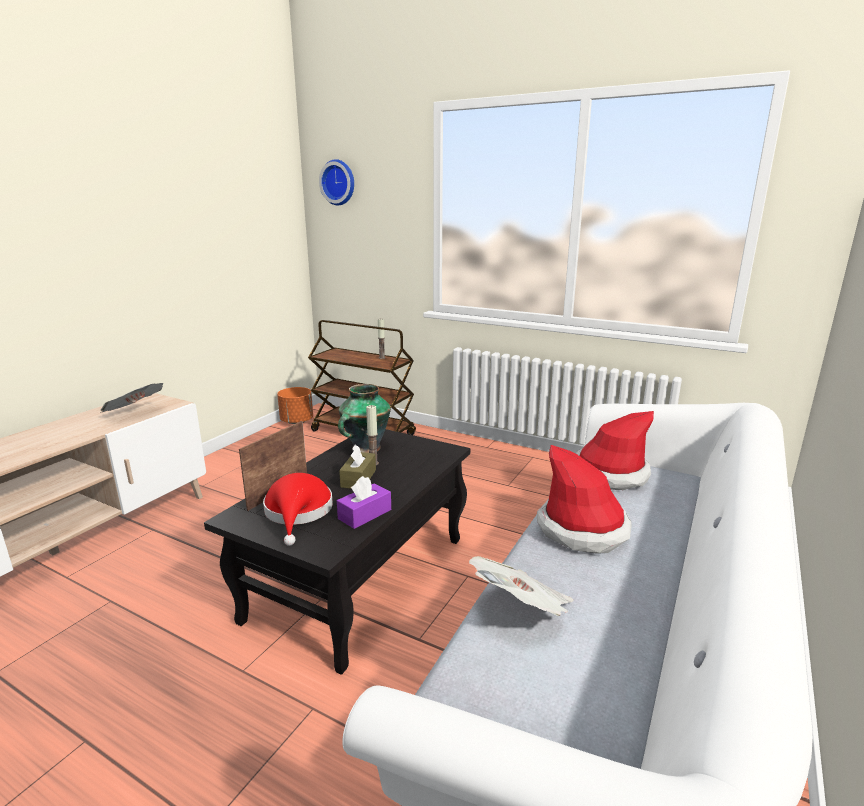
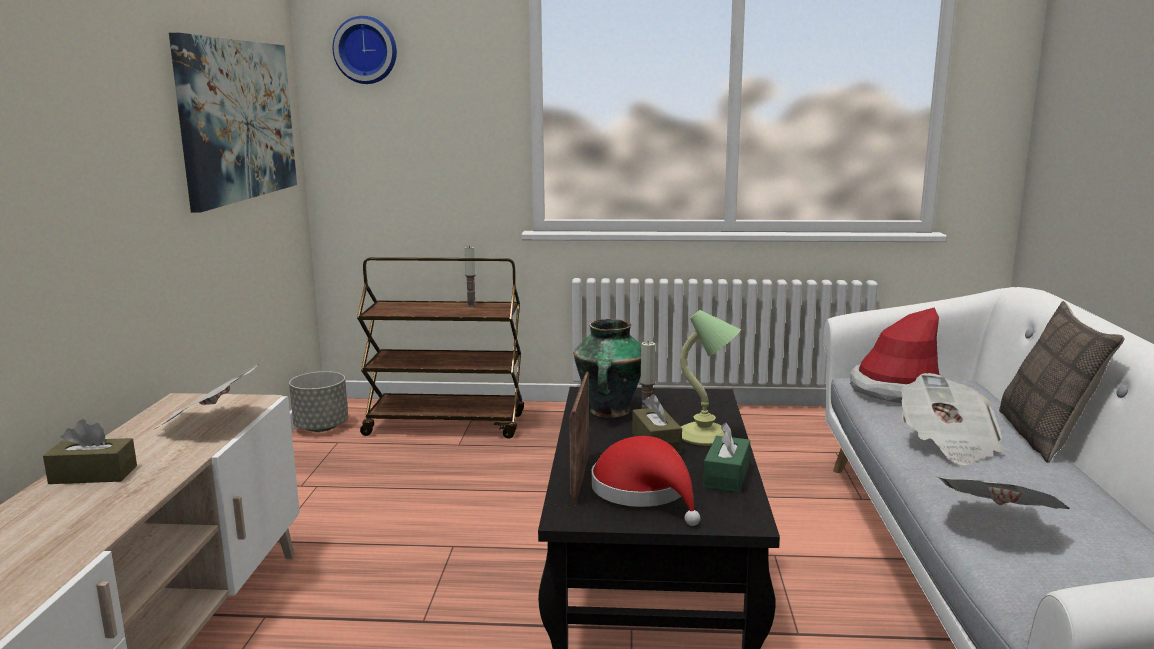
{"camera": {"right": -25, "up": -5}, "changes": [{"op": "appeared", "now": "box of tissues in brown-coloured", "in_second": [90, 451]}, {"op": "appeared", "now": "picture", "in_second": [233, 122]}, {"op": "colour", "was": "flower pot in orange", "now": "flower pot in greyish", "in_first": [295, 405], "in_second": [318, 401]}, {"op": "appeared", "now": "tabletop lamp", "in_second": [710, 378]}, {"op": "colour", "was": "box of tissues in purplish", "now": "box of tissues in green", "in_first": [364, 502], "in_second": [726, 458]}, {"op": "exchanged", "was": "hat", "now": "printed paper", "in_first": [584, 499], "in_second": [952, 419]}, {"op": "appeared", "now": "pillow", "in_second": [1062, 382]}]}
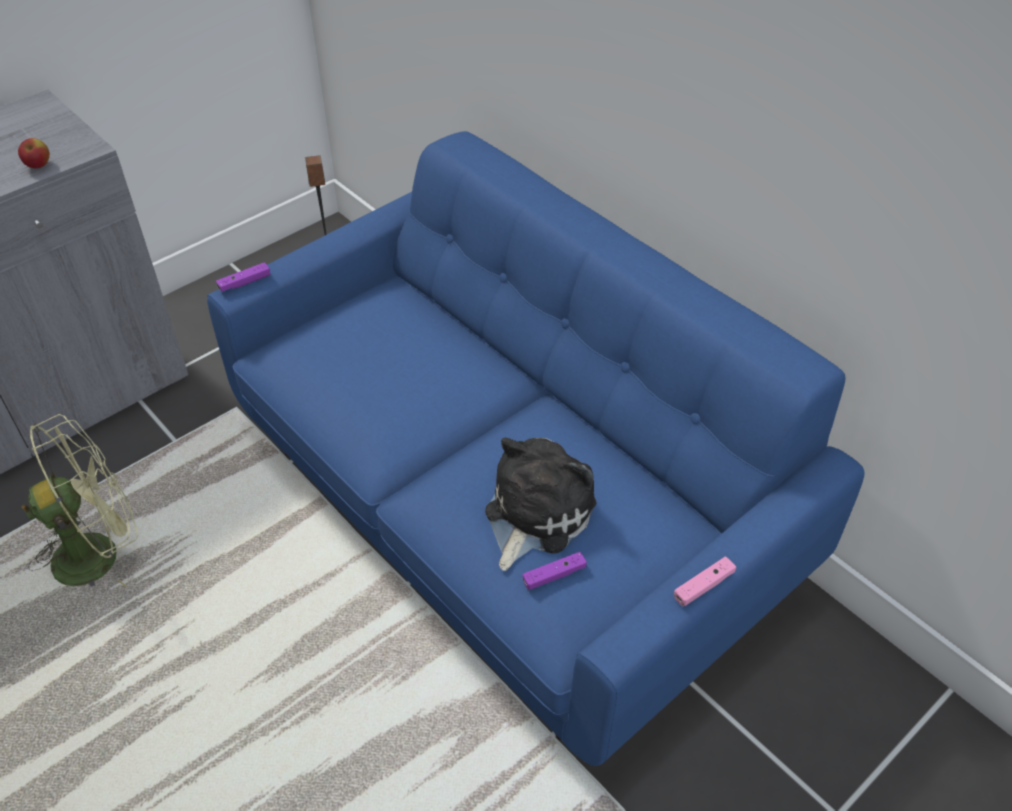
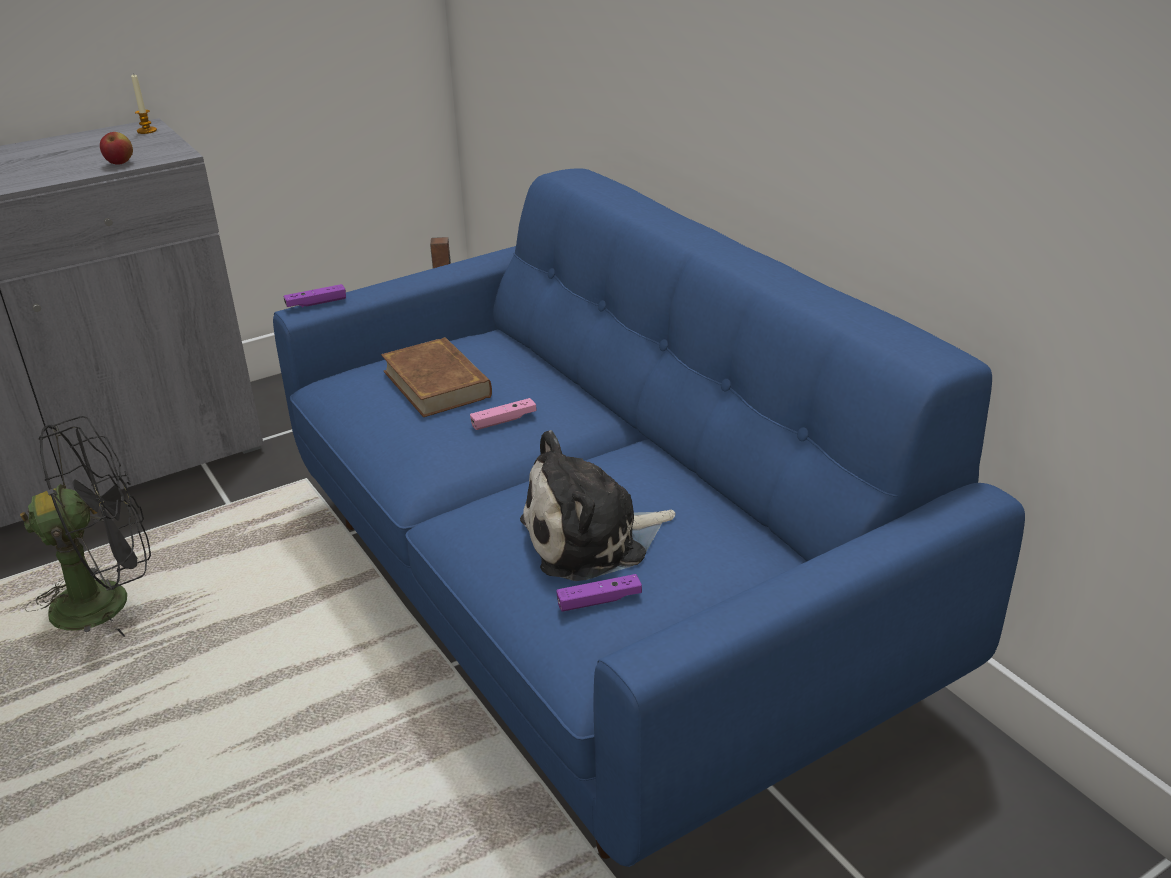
{"camera": {"right": 10, "up": -15}, "changes": [{"op": "colour", "was": "cooling fan in green", "now": "cooling fan in blackish", "in_first": [80, 500], "in_second": [85, 526]}, {"op": "appeared", "now": "wax light", "in_second": [144, 103]}, {"op": "appeared", "now": "volume in brown-coloured", "in_second": [436, 377]}, {"op": "relocated", "was": "joypad in pink-coloured", "in_first": [705, 581], "in_second": [503, 414]}, {"op": "spun", "was": "soft toy", "in_first": [540, 504], "in_second": [597, 505], "clockwise": -150}]}
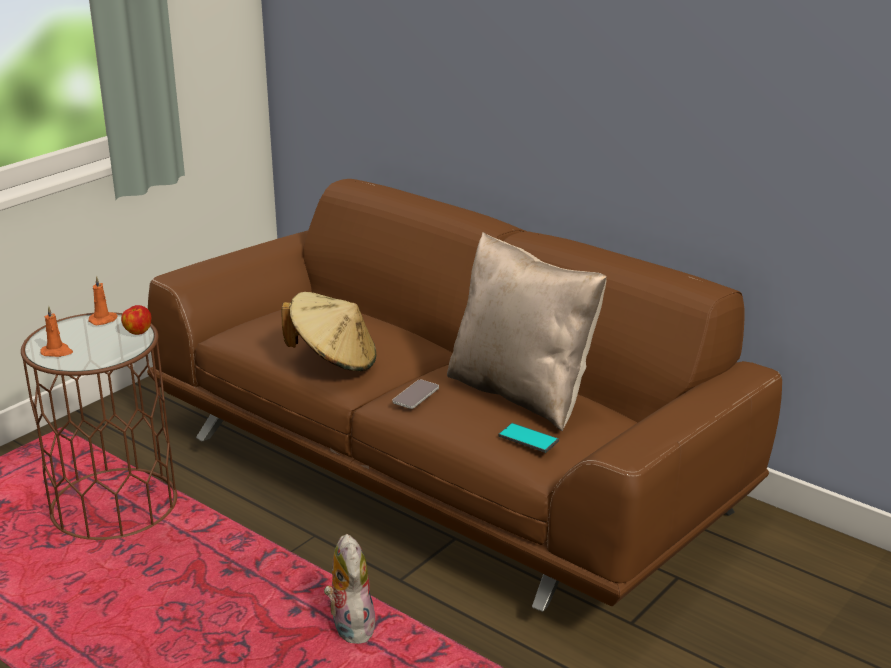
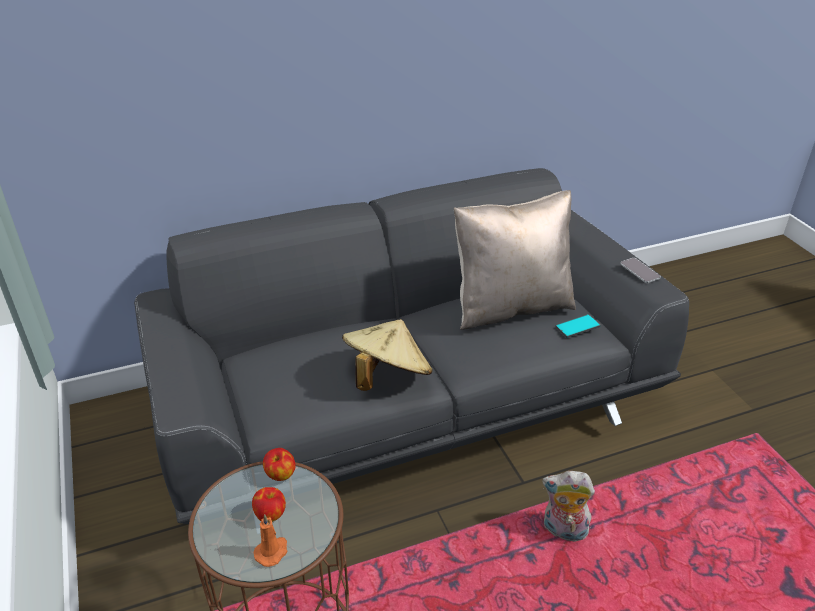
{"camera": {"right": -60, "up": 10}, "changes": [{"op": "colour", "was": "sofa in brown-coloured", "now": "sofa in greyish", "in_first": [464, 395], "in_second": [411, 346]}, {"op": "appeared", "now": "apple fruit", "in_second": [269, 504]}, {"op": "relocated", "was": "phone", "in_first": [415, 394], "in_second": [640, 270]}, {"op": "missing", "was": "wax light in orange", "in_first": [103, 300]}]}
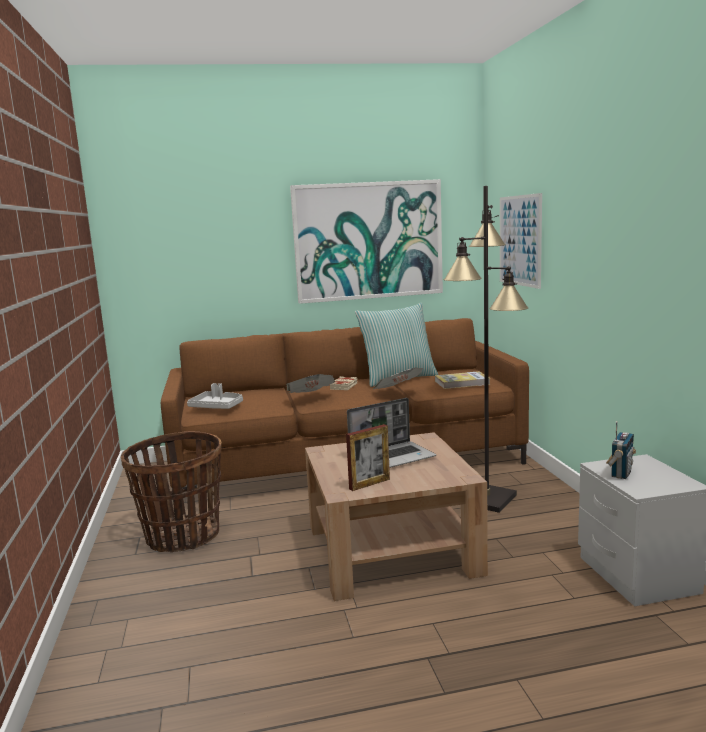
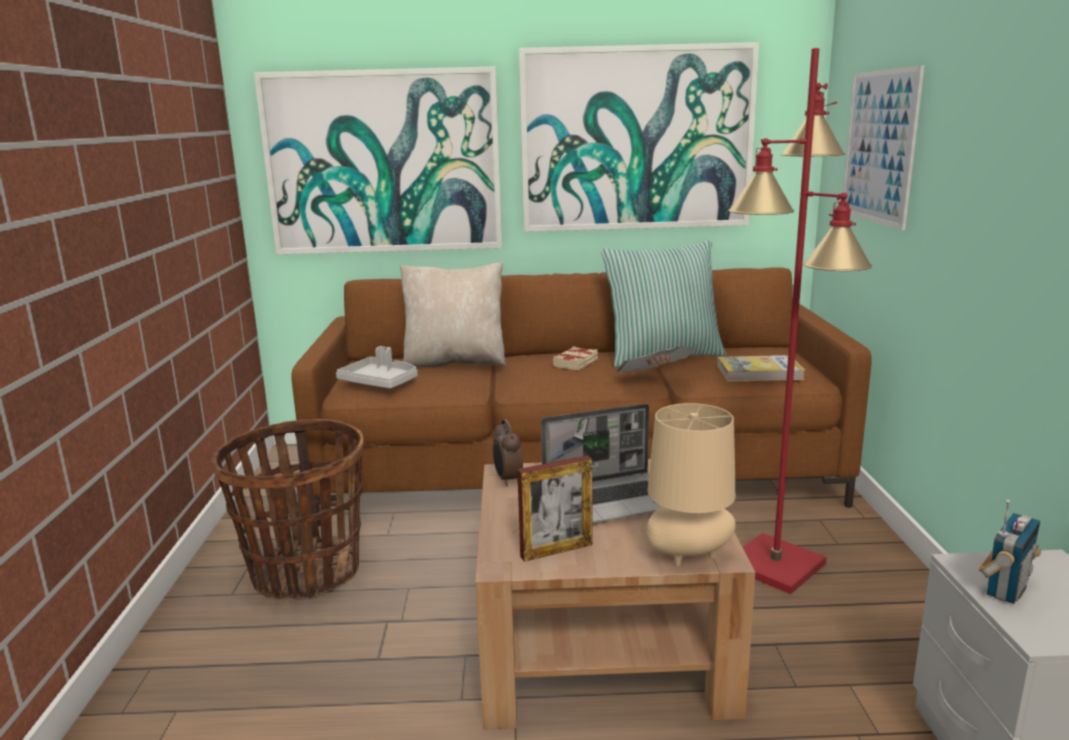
{"camera": {"right": 10, "up": 5}, "changes": [{"op": "appeared", "now": "picture", "in_second": [378, 160]}, {"op": "appeared", "now": "pillow in sand-coloured", "in_second": [453, 314]}, {"op": "appeared", "now": "table clock", "in_second": [508, 452]}, {"op": "appeared", "now": "tabletop lamp in sand-coloured", "in_second": [691, 484]}, {"op": "colour", "was": "floor lamp in blackish", "now": "floor lamp in red-coloured", "in_first": [486, 349], "in_second": [800, 321]}, {"op": "missing", "was": "printed paper", "in_first": [310, 383]}]}
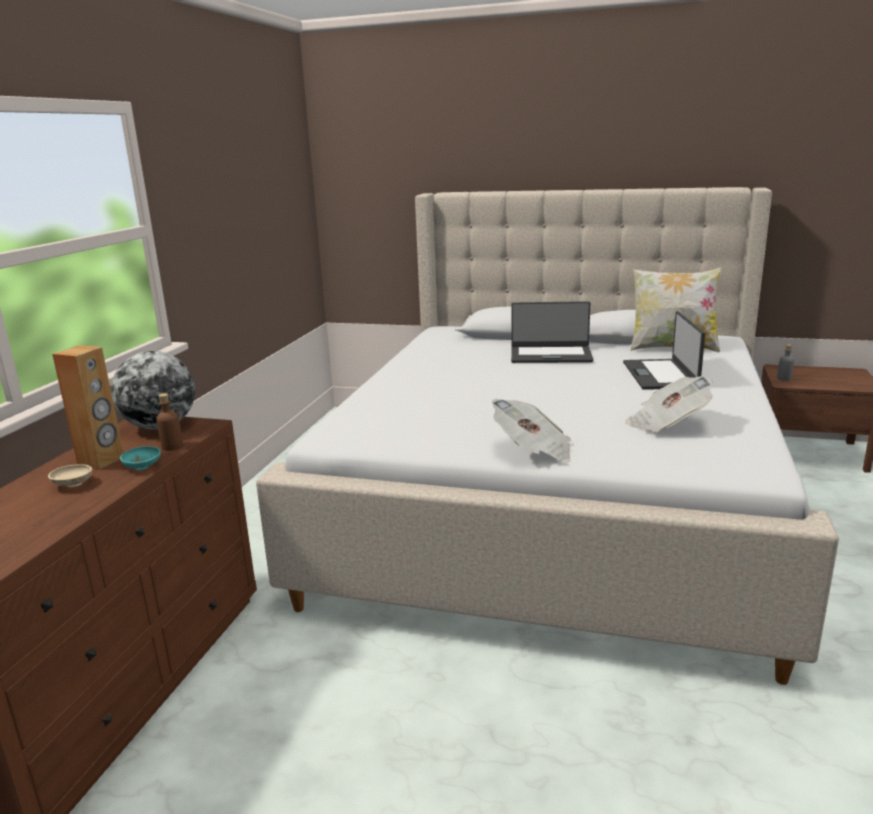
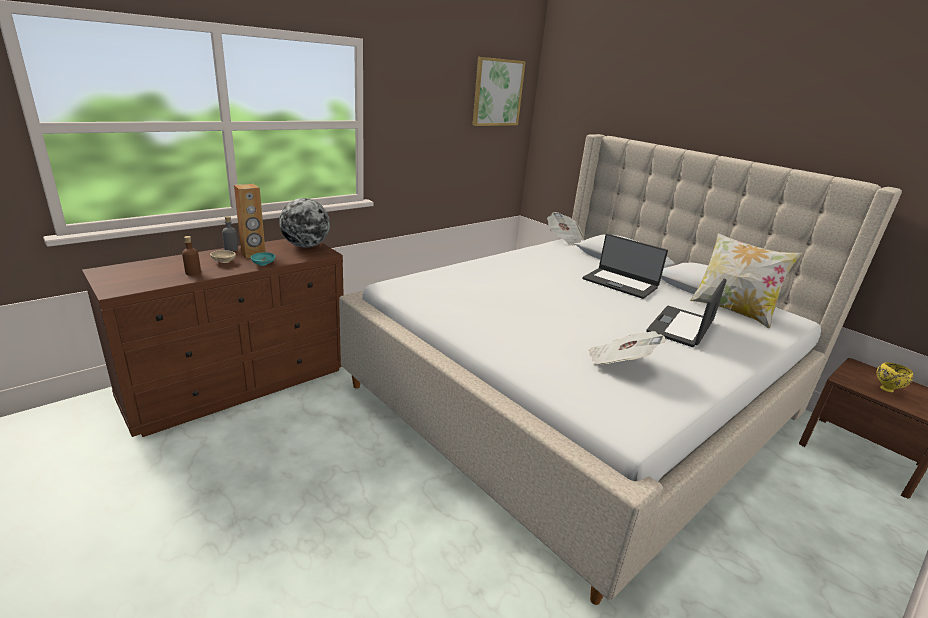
{"camera": {"right": 30, "up": 5}, "changes": [{"op": "relocated", "was": "bottle in brown-coloured", "in_first": [169, 422], "in_second": [191, 256]}, {"op": "relocated", "was": "bottle in greyish", "in_first": [785, 362], "in_second": [230, 234]}, {"op": "appeared", "now": "picture", "in_second": [499, 91]}, {"op": "relocated", "was": "printed paper", "in_first": [531, 430], "in_second": [565, 229]}, {"op": "appeared", "now": "serving bowl in yellowish", "in_second": [894, 377]}]}
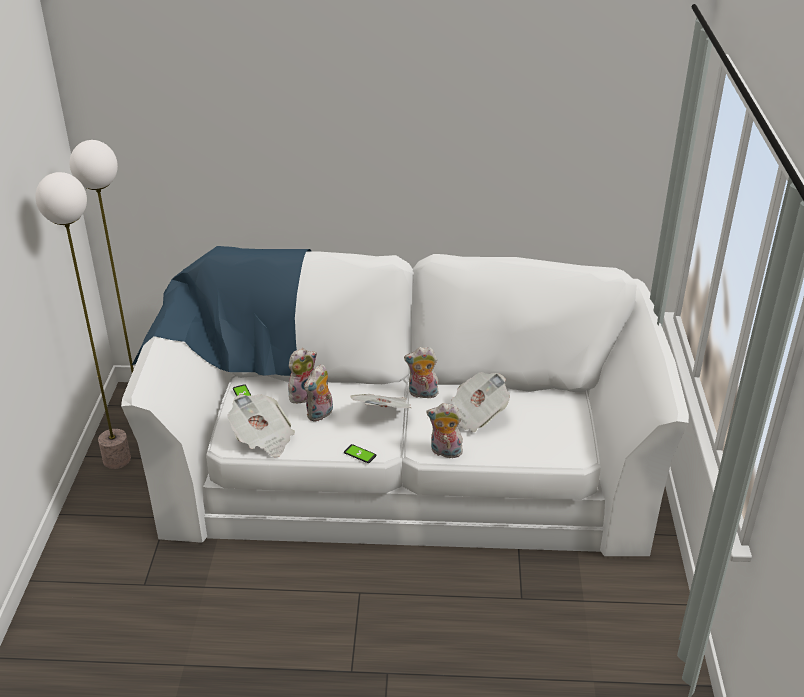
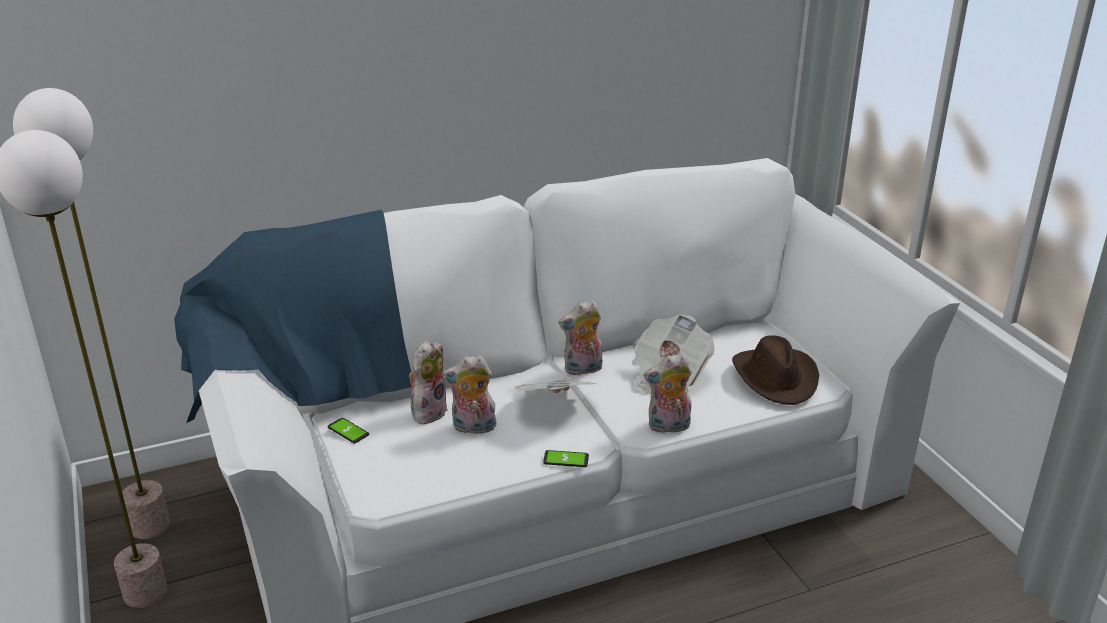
{"camera": {"right": -25, "up": -5}, "changes": [{"op": "spun", "was": "soft toy", "in_first": [318, 393], "in_second": [469, 394], "clockwise": 75}, {"op": "appeared", "now": "hat in brown-coloured", "in_second": [775, 370]}, {"op": "missing", "was": "printed paper", "in_first": [261, 425]}]}
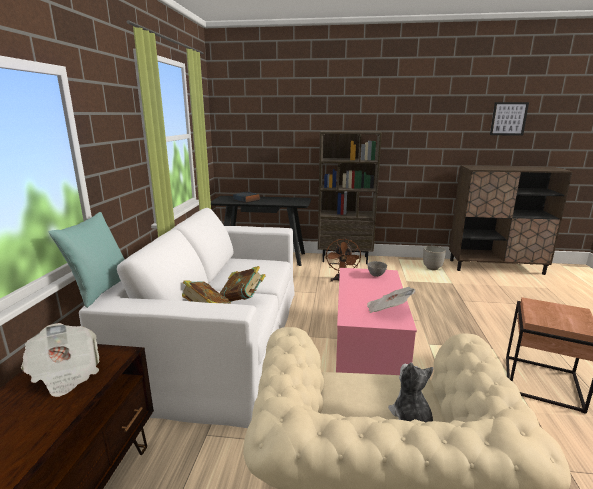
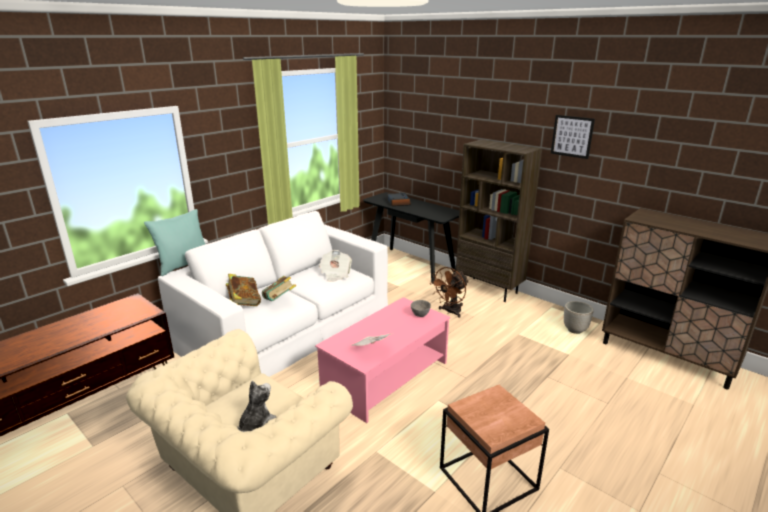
{"camera": {"right": 35, "up": 5}, "changes": [{"op": "relocated", "was": "printed paper", "in_first": [60, 360], "in_second": [335, 266]}, {"op": "relocated", "was": "picture", "in_first": [509, 119], "in_second": [573, 137]}]}
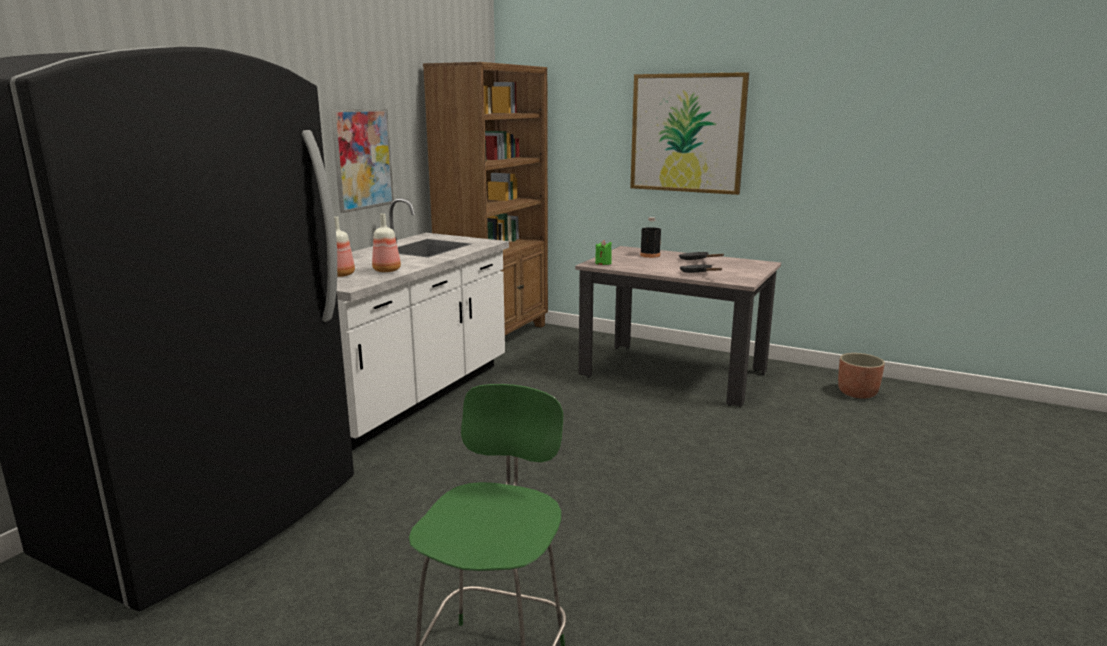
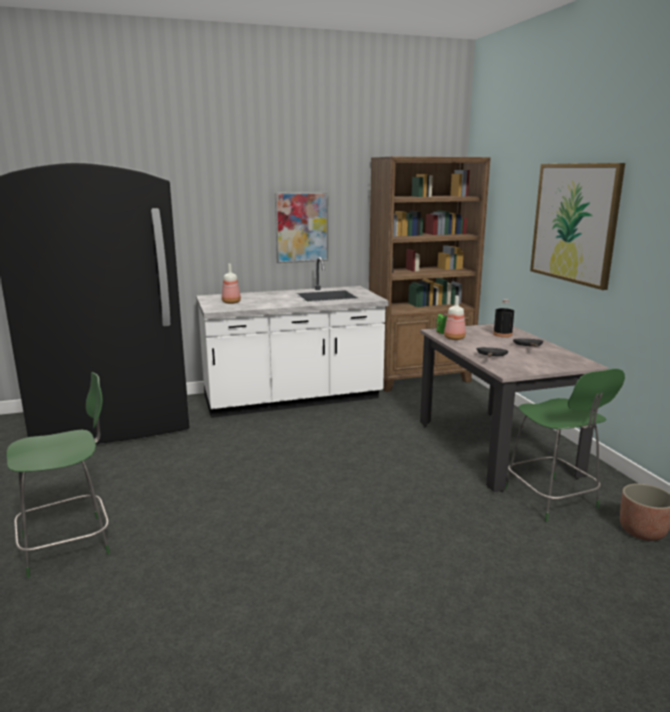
{"camera": {"right": 45, "up": 0}, "changes": [{"op": "relocated", "was": "bottle", "in_first": [386, 242], "in_second": [455, 318]}, {"op": "appeared", "now": "plain chair in green", "in_second": [565, 445]}]}
